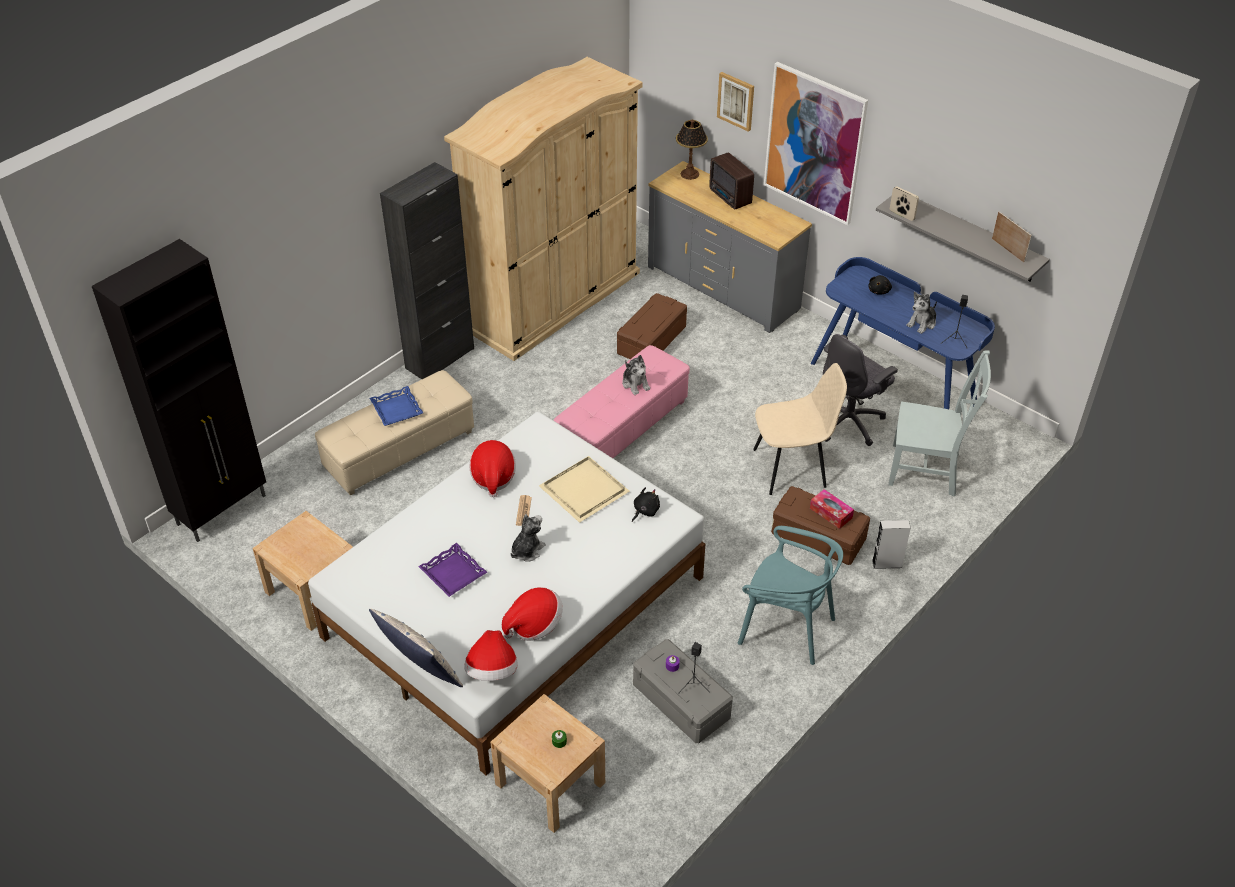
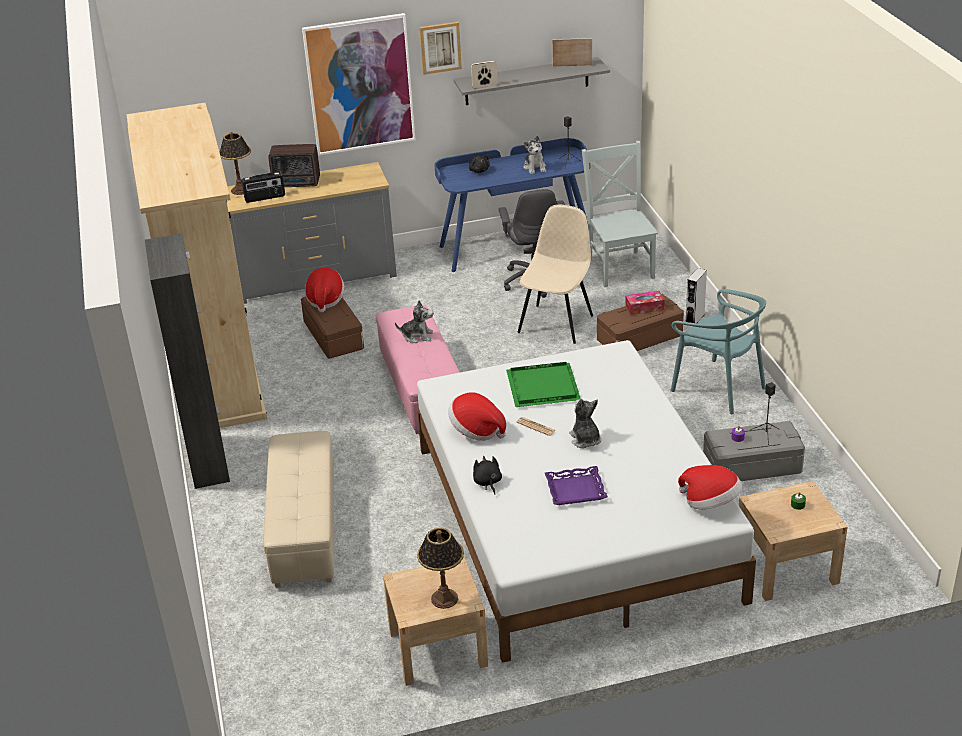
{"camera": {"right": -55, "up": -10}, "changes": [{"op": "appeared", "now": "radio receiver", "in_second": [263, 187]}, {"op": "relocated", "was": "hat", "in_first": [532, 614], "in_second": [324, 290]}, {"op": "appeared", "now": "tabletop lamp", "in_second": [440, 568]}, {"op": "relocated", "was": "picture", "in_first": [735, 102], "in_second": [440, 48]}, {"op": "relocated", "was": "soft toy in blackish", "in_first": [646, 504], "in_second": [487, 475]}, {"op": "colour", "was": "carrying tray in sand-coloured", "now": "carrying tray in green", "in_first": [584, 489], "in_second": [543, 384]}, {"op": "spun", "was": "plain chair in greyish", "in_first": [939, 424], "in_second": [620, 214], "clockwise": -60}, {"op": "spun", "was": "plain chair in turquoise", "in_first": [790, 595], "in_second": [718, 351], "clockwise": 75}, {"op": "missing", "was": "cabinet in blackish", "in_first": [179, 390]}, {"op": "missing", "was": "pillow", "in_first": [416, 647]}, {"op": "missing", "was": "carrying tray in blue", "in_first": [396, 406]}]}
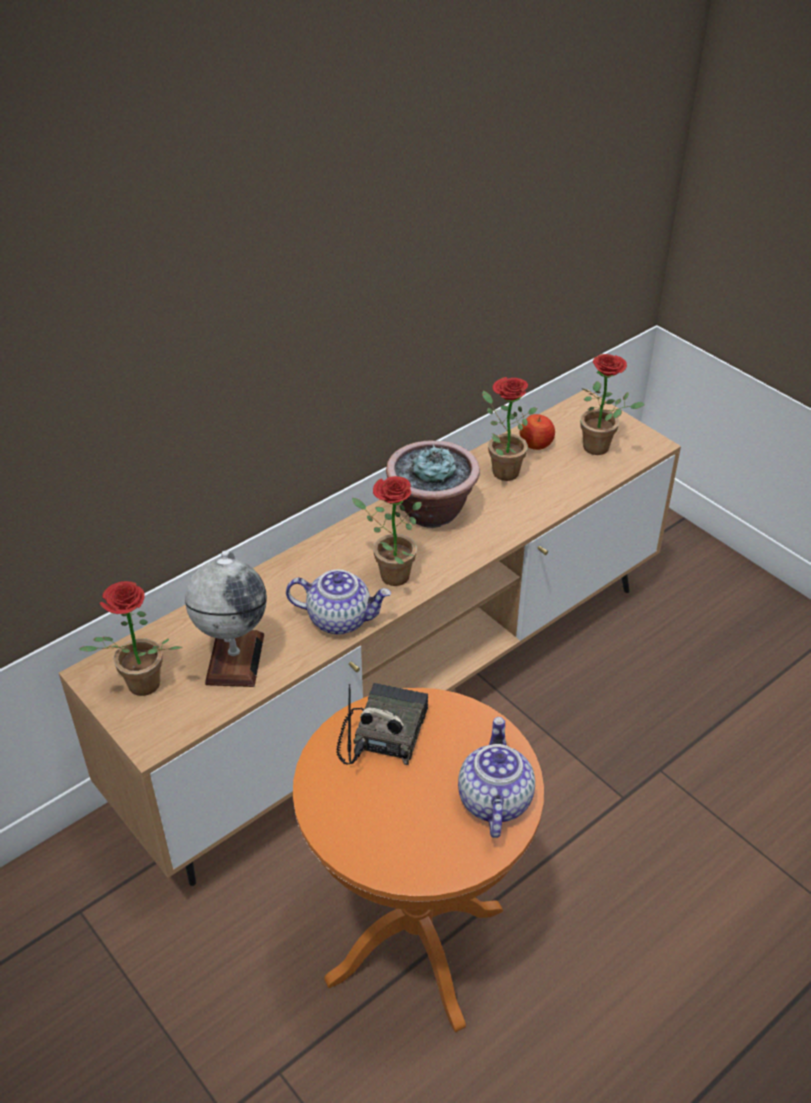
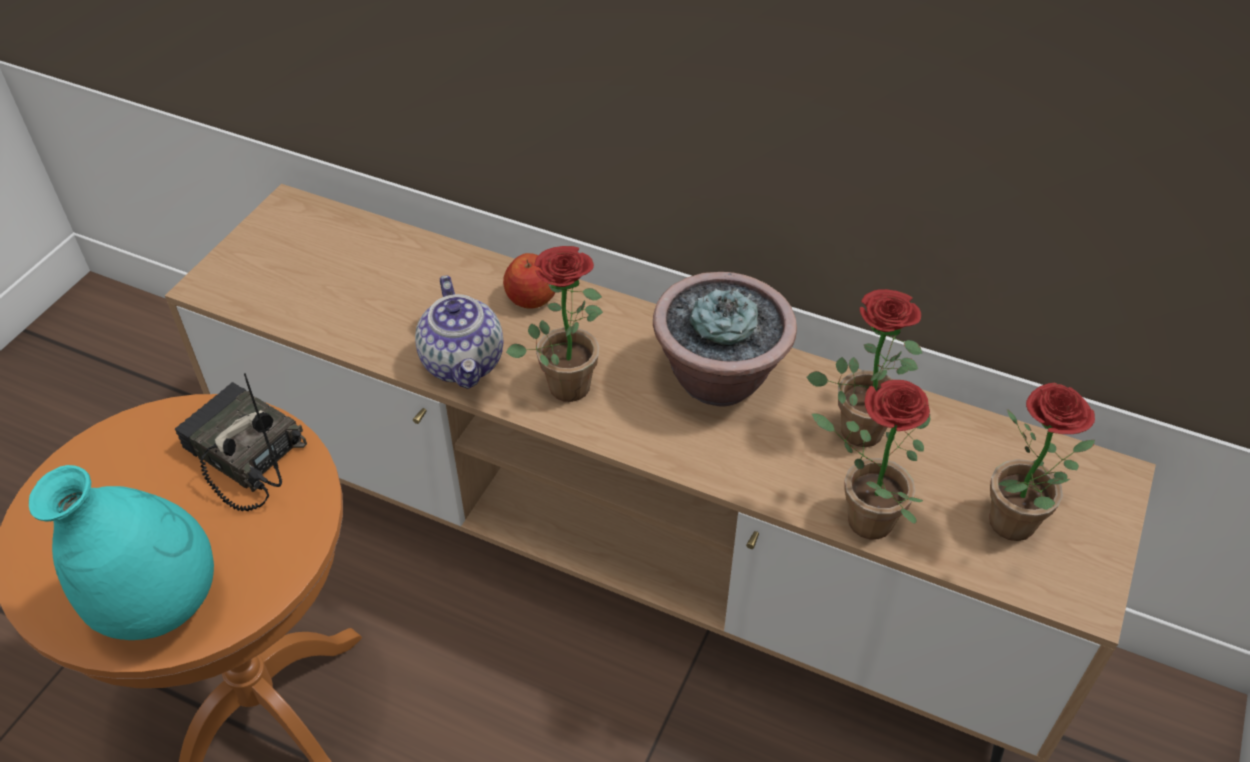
{"camera": {"right": 65, "up": 5}, "changes": [{"op": "exchanged", "was": "pot for tea", "now": "decorative vase in turquoise", "in_first": [496, 777], "in_second": [121, 552]}, {"op": "spun", "was": "radio receiver", "in_first": [382, 724], "in_second": [241, 442], "clockwise": -135}, {"op": "relocated", "was": "apple fruit", "in_first": [537, 432], "in_second": [529, 281]}, {"op": "relocated", "was": "plant in a pot", "in_first": [131, 638], "in_second": [871, 459]}, {"op": "missing", "was": "globe", "in_first": [226, 619]}]}
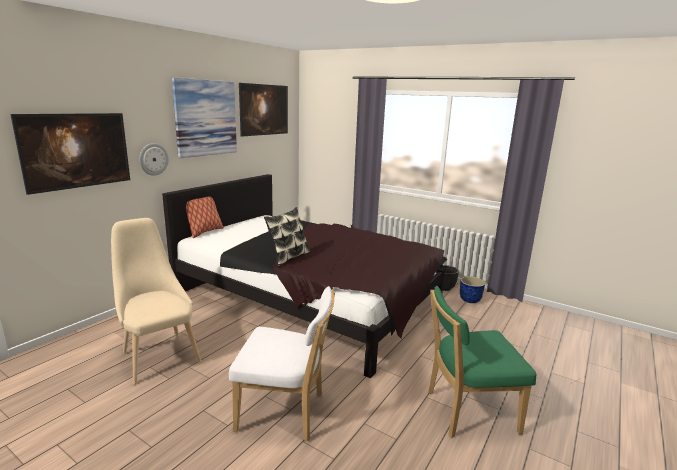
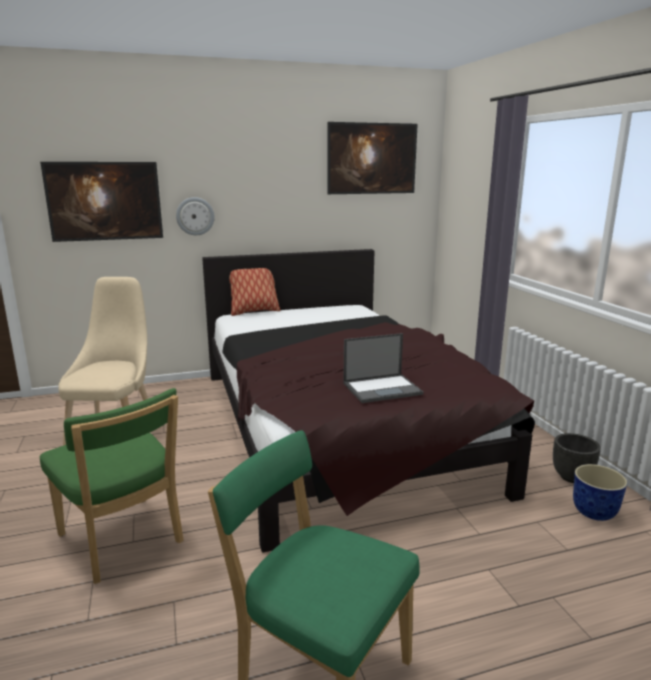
{"camera": {"right": 40, "up": 0}, "changes": [{"op": "colour", "was": "plain chair in white-coloured", "now": "plain chair in green", "in_first": [282, 363], "in_second": [112, 486]}, {"op": "appeared", "now": "laptop", "in_second": [383, 368]}, {"op": "missing", "was": "picture", "in_first": [204, 118]}, {"op": "missing", "was": "pillow", "in_first": [287, 237]}]}
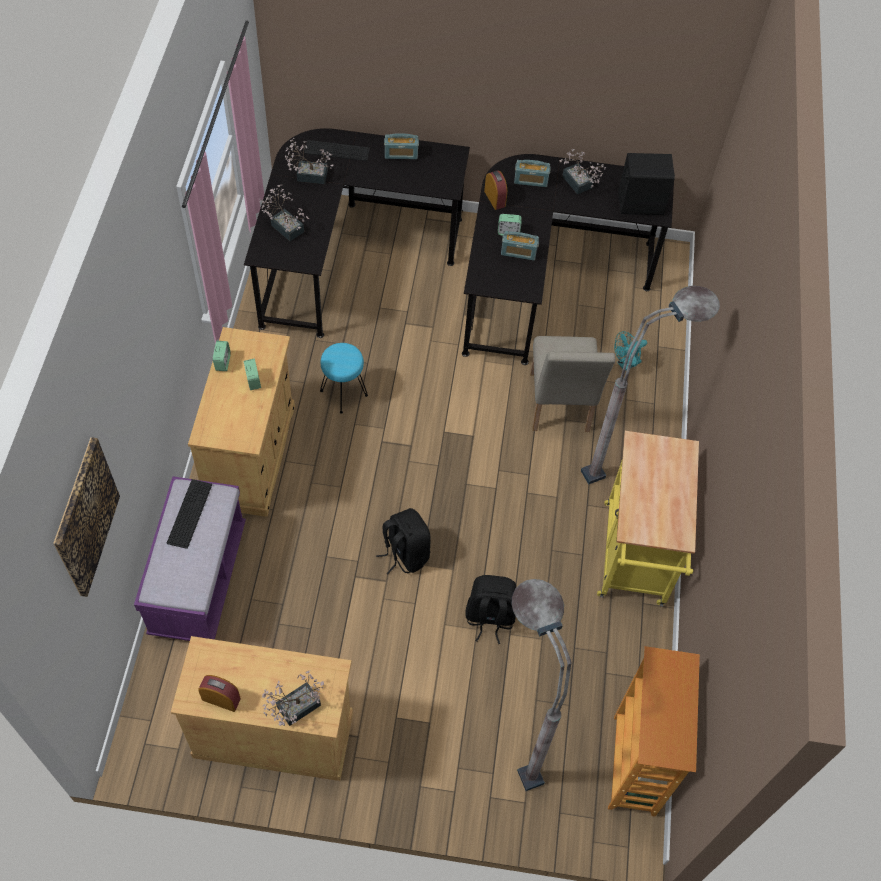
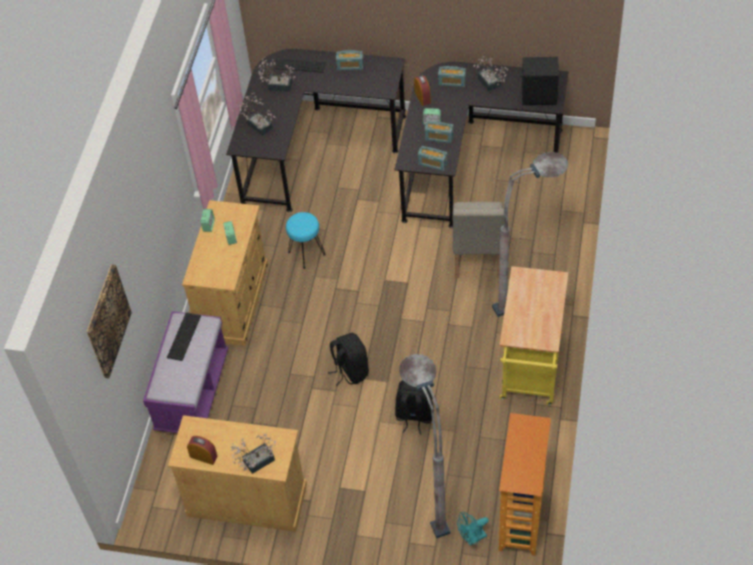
{"camera": {"right": 10, "up": -5}, "changes": [{"op": "appeared", "now": "radio receiver", "in_second": [433, 158]}, {"op": "relocated", "was": "cooling fan in turquoise", "in_first": [630, 351], "in_second": [473, 529]}]}
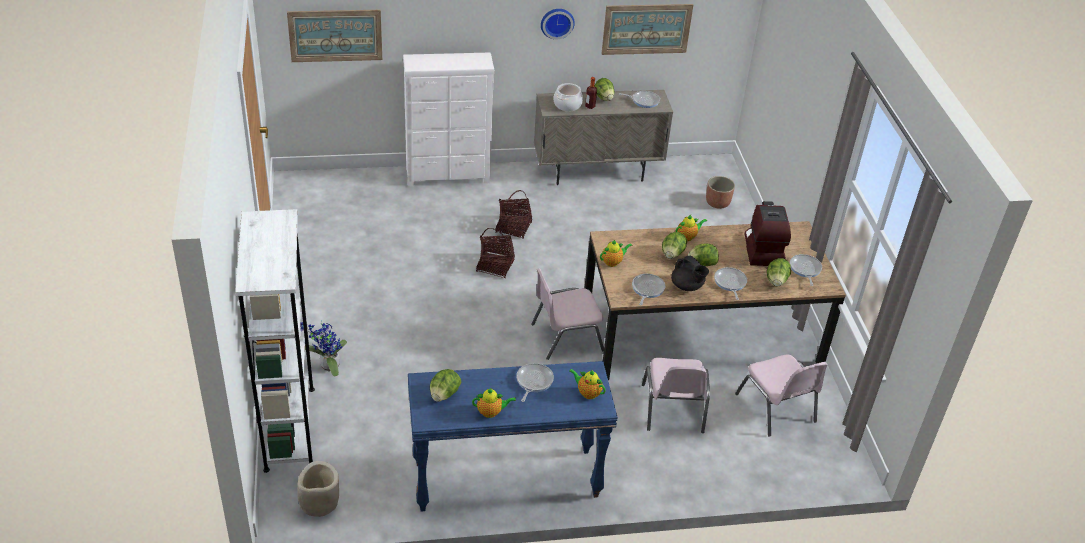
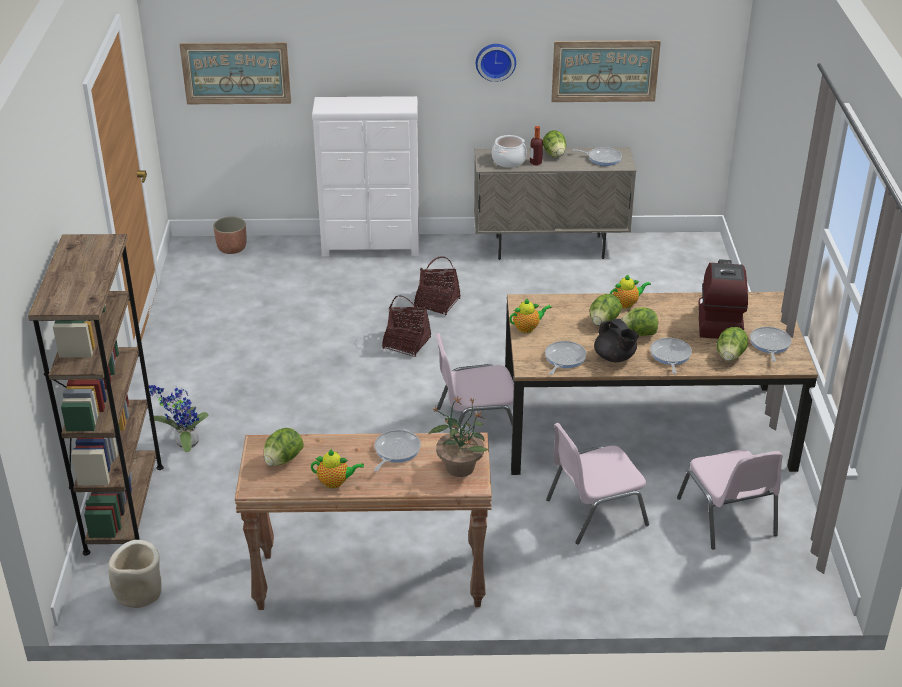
{"camera": {"right": 10, "up": -5}, "changes": [{"op": "colour", "was": "bookshelf in white-coloured", "now": "bookshelf in brown-coloured", "in_first": [275, 341], "in_second": [96, 394]}, {"op": "relocated", "was": "flower pot", "in_first": [720, 192], "in_second": [229, 235]}, {"op": "colour", "was": "narrow table in blue", "now": "narrow table in brown-coloured", "in_first": [513, 436], "in_second": [363, 521]}, {"op": "exchanged", "was": "pot for tea", "now": "plant in a pot", "in_first": [587, 384], "in_second": [458, 436]}, {"op": "spun", "was": "plain chair in pink-coloured", "in_first": [676, 395], "in_second": [597, 484], "clockwise": 60}]}
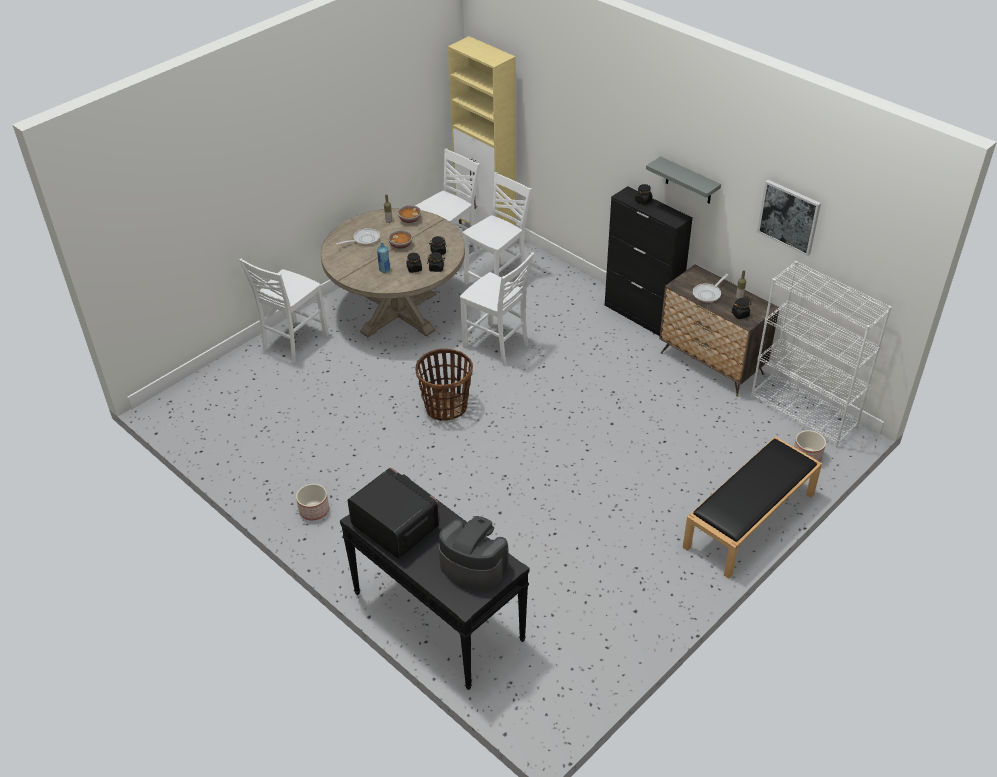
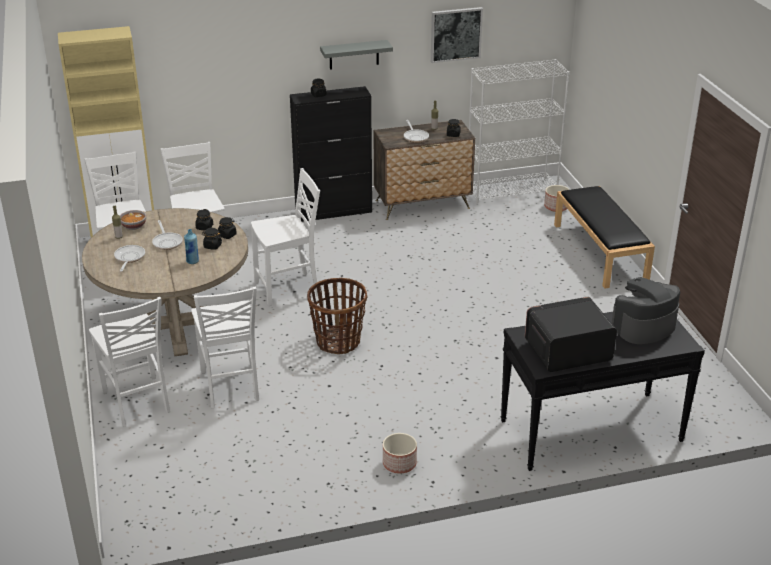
{"camera": {"right": -60, "up": -10}, "changes": [{"op": "exchanged", "was": "serving bowl", "now": "pan", "in_first": [400, 239], "in_second": [167, 235]}, {"op": "appeared", "now": "plain chair in white-coloured", "in_second": [225, 347]}]}
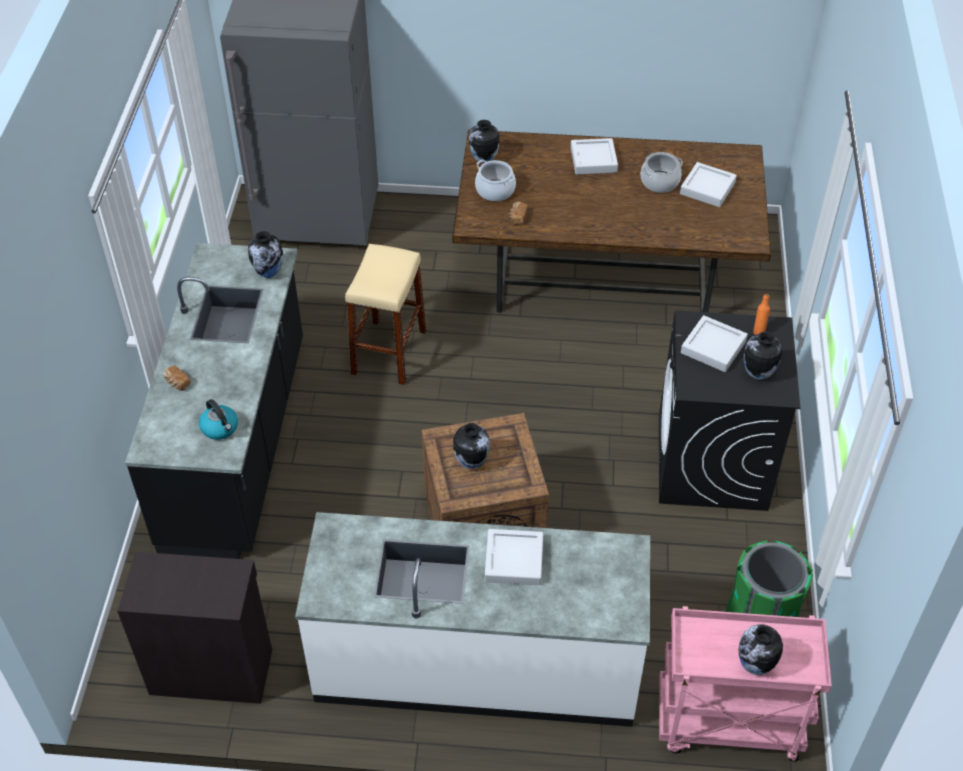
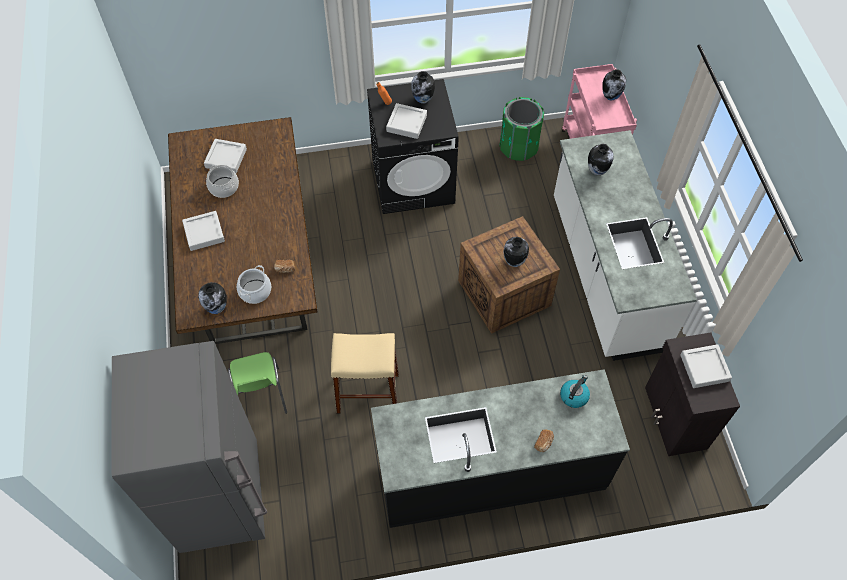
{"camera": {"right": -105, "up": 10}, "changes": [{"op": "appeared", "now": "plain chair in green", "in_second": [257, 383]}, {"op": "relocated", "was": "decorative vase", "in_first": [265, 254], "in_second": [601, 159]}, {"op": "relocated", "was": "carrying tray in greyish", "in_first": [514, 557], "in_second": [706, 366]}]}
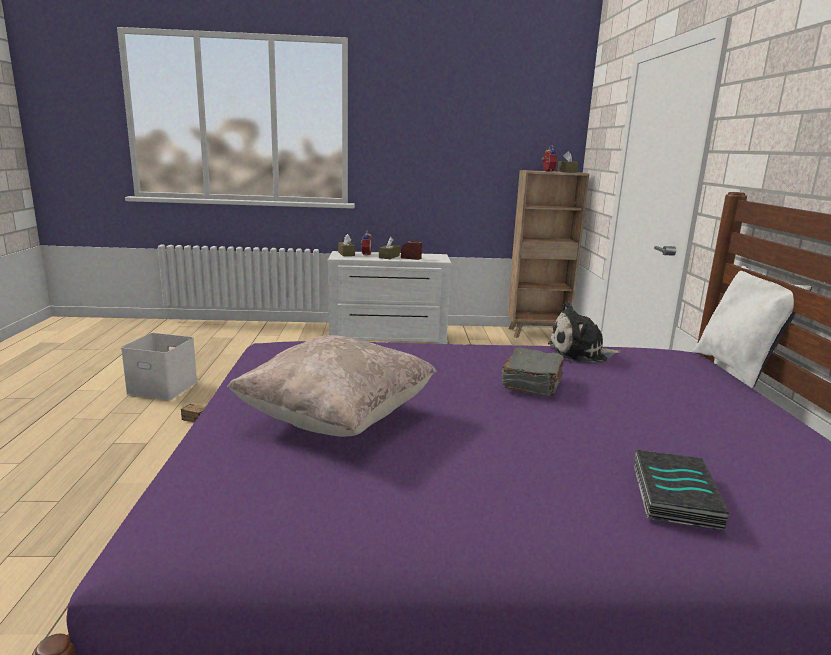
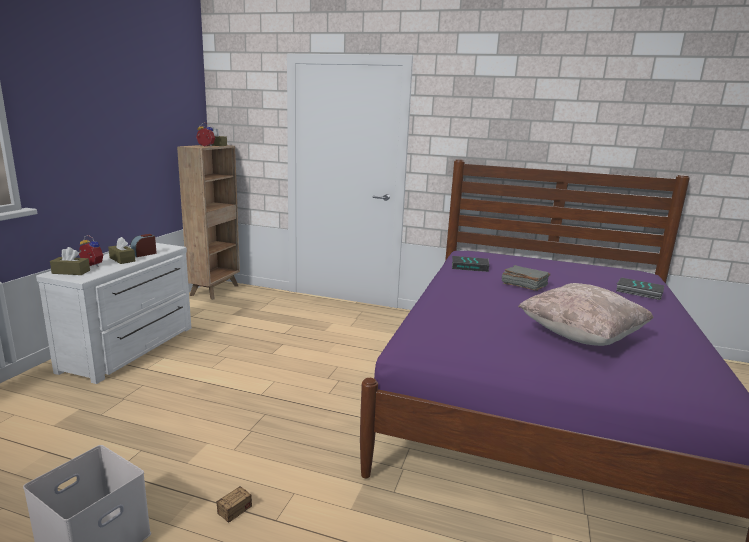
{"camera": {"right": -70, "up": 0}, "changes": [{"op": "exchanged", "was": "soft toy", "now": "volume", "in_first": [584, 332], "in_second": [470, 264]}, {"op": "missing", "was": "pillow in white-coloured", "in_first": [752, 327]}]}
